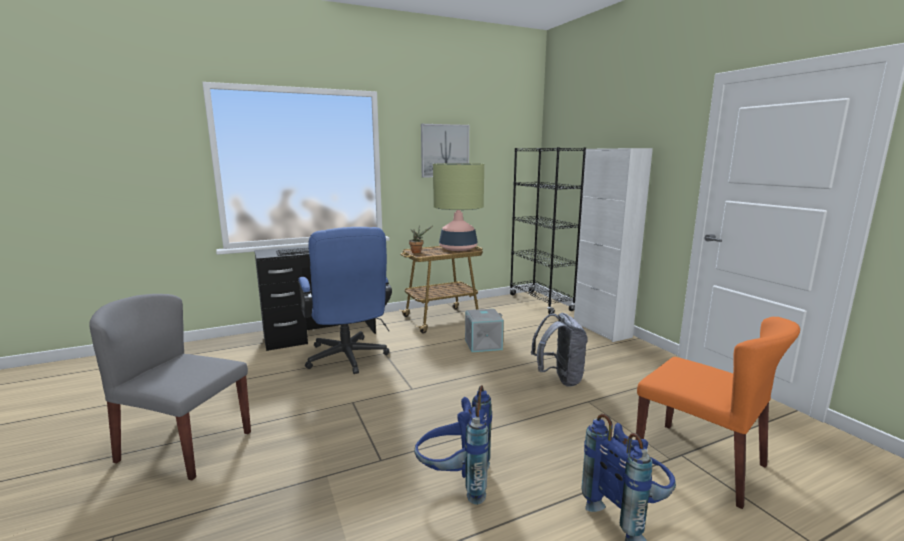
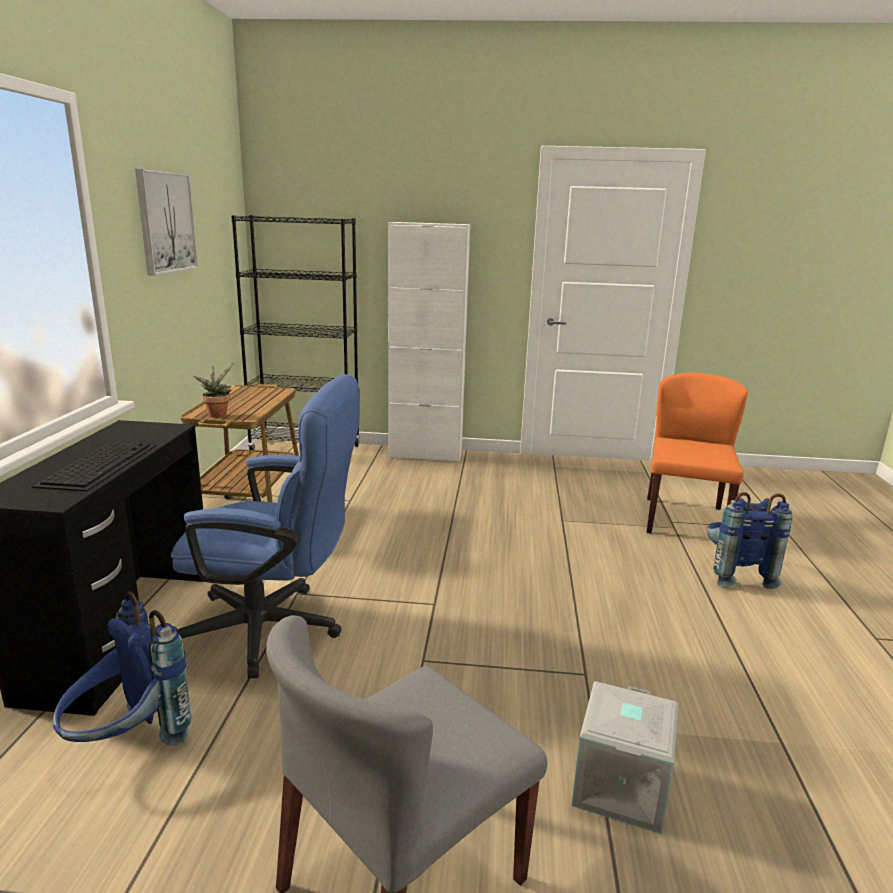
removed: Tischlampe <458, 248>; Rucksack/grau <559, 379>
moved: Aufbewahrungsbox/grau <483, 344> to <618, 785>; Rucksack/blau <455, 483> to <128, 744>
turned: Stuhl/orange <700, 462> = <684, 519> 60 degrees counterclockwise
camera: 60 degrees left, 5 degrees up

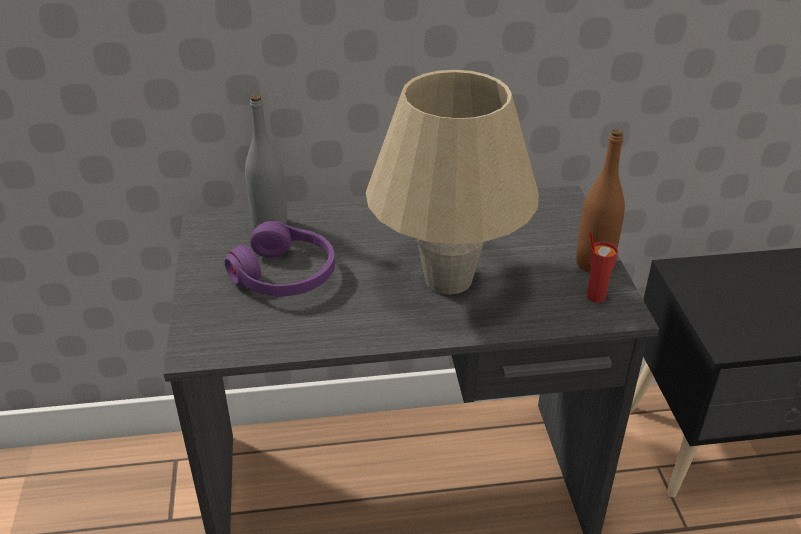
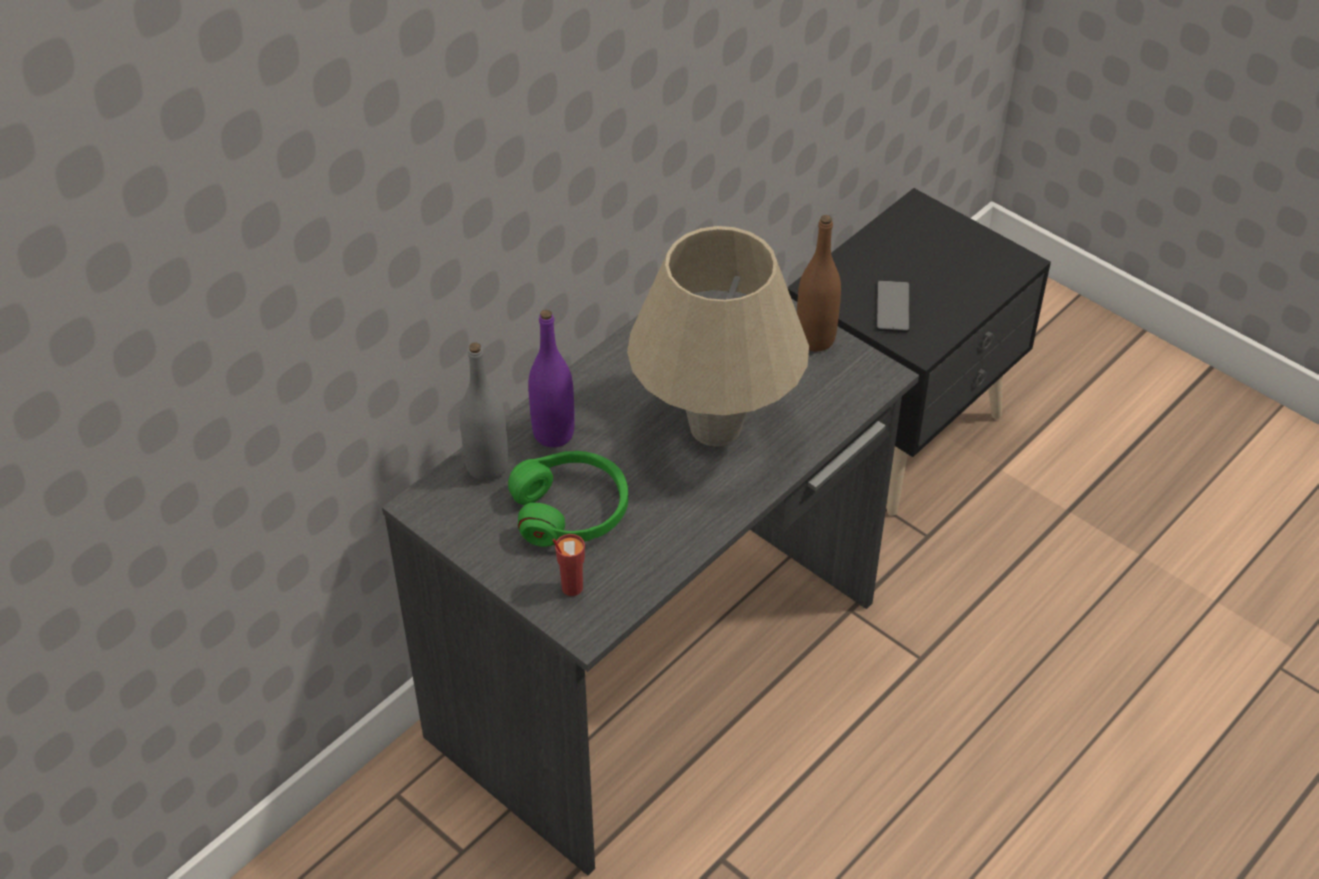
added: Handy <892, 307>; Flasche/lila <553, 434>
moved: Tasse/rot <595, 296> to <571, 587>
recoloured: Kopfhörer/lila <285, 275> to Kopfhörer/grün <570, 510>
camera: 40 degrees left, 10 degrees up

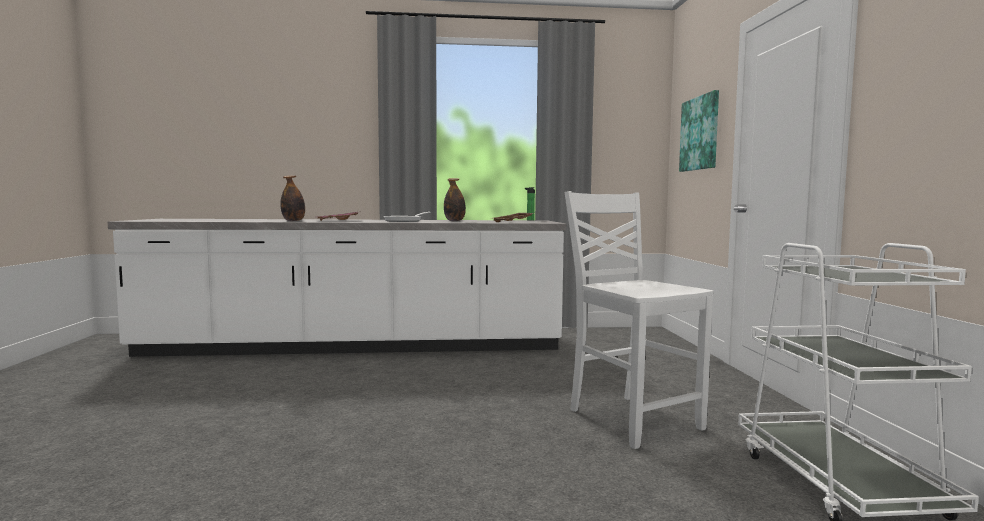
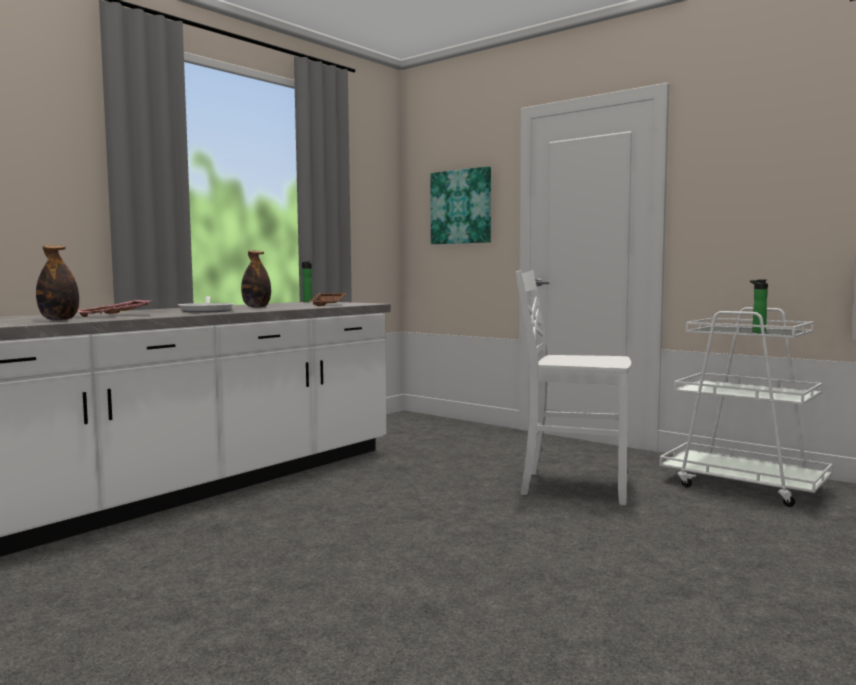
added: Flasche <757, 332>
camera: 45 degrees left, 0 degrees up

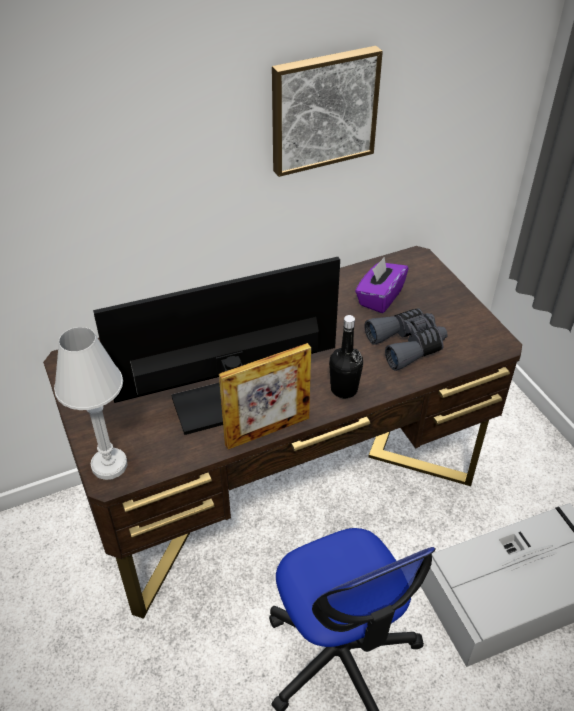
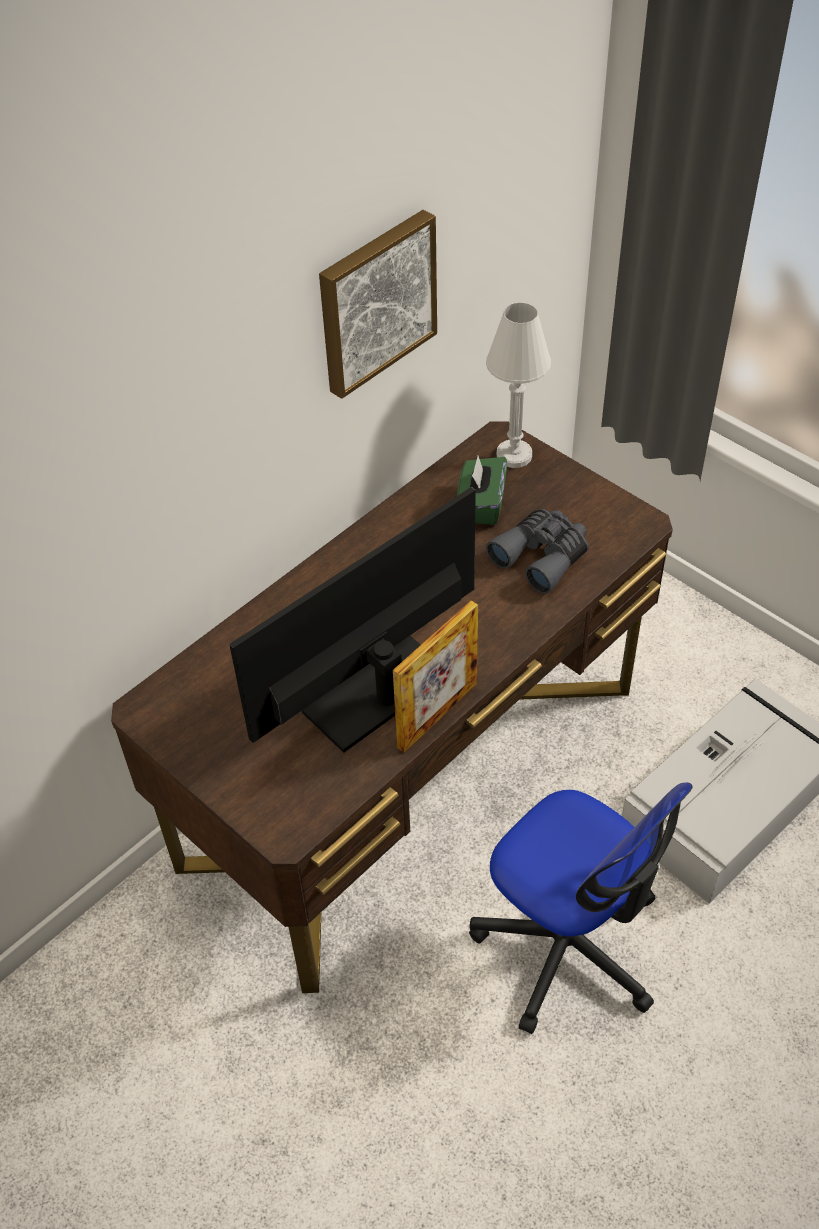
removed: Flasche/schwarz <344, 389>
moved: Tischlampe/weiß <109, 465> to <514, 456>
recoloured: Taschentuchbox/lila <379, 298> to Taschentuchbox/grün <481, 505>
camera: 20 degrees left, 5 degrees up

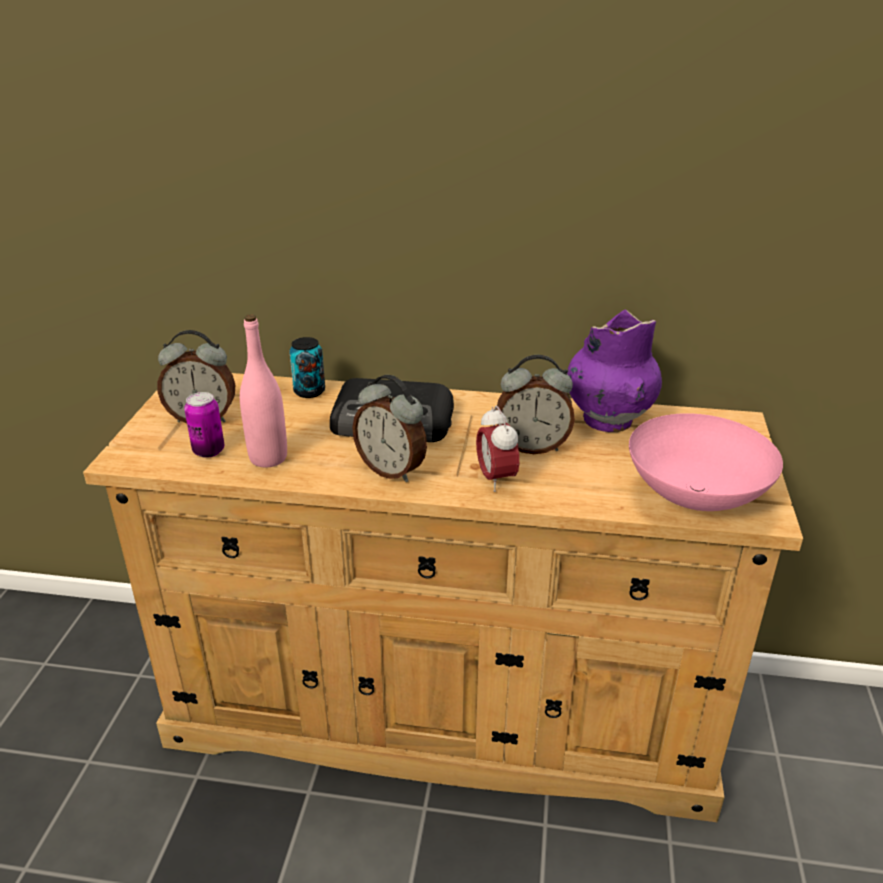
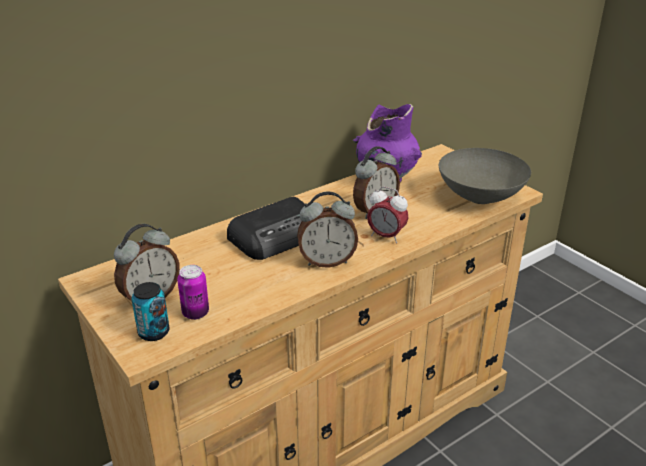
removed: Flasche/rosa <268, 458>
moved: Dose <309, 391> to <153, 332>
recoloured: Schüssel/rosa <694, 497> to Schüssel/grau <480, 198>
camera: 45 degrees left, 0 degrees up

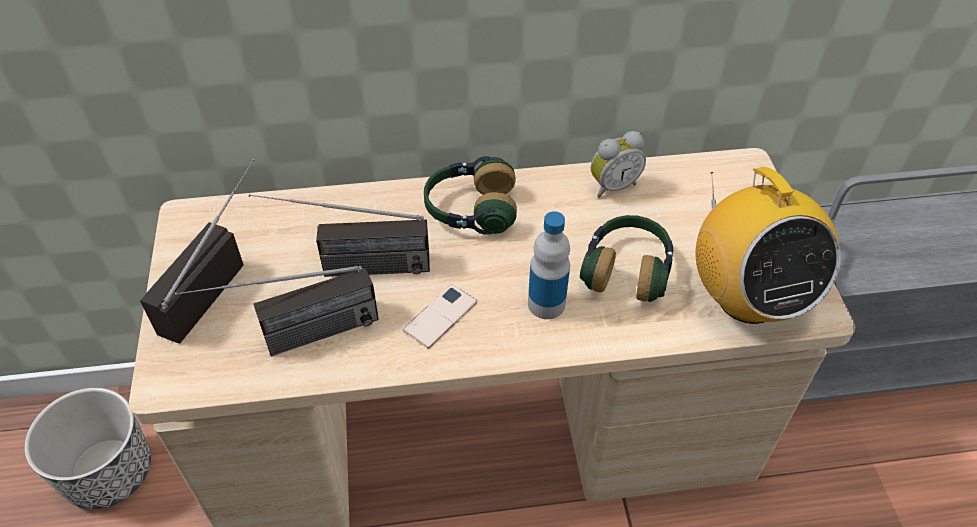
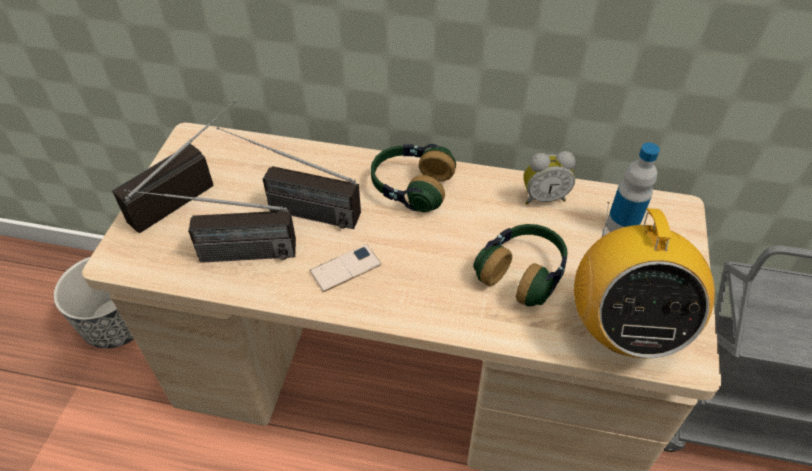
moved: Flasche <546, 304> to <622, 226>
camera: 20 degrees right, 0 degrees up

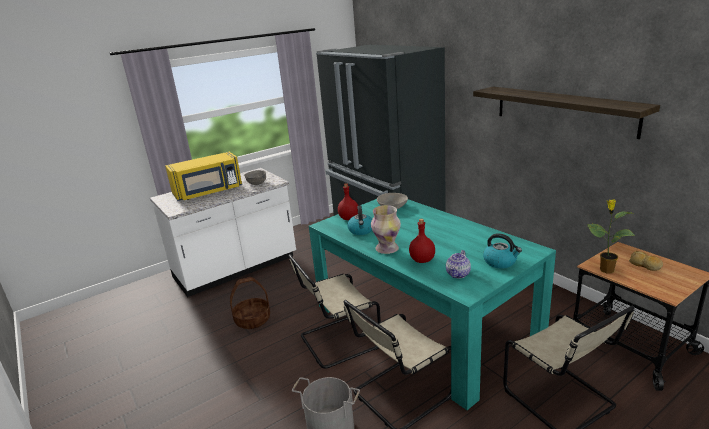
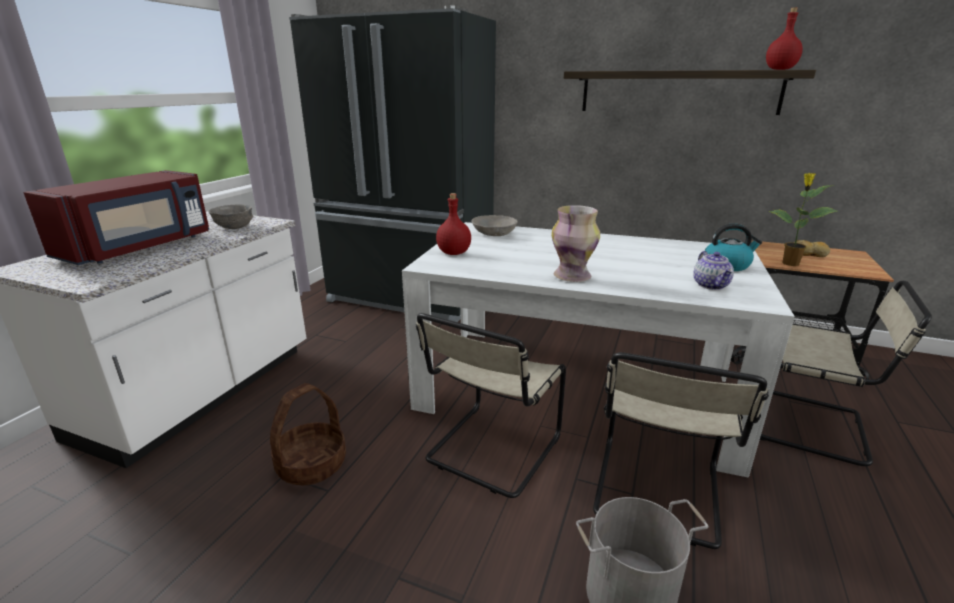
removed: Wasserkessel <361, 230>
moved: Flasche/rot <422, 260> to <780, 69>
recoloured: Mikrowelle/gelb <208, 192> to Mikrowelle/rot <140, 247>; Esstisch/türkis <423, 323> to Esstisch/weiß <576, 389>
camera: 35 degrees left, 0 degrees up

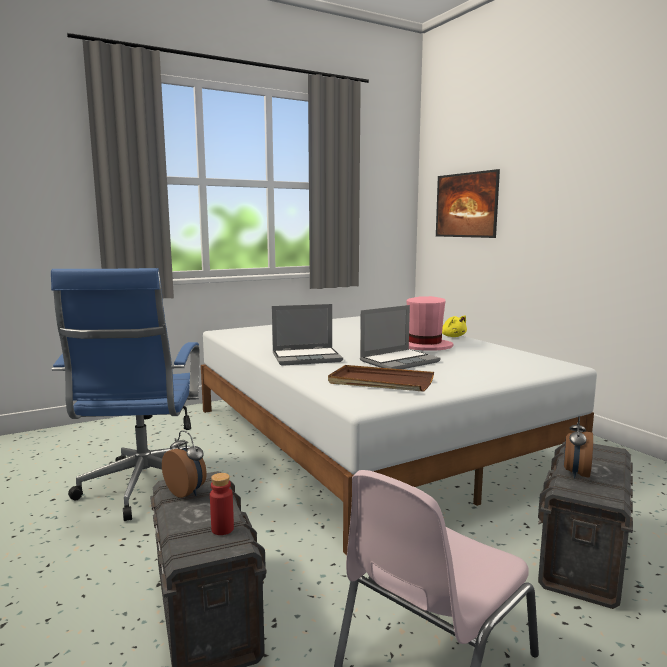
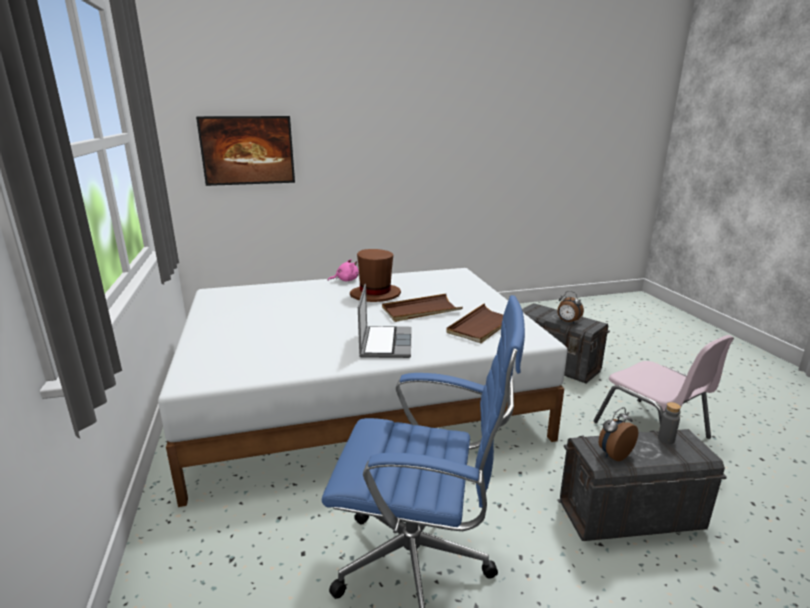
replaced: Laptop <399, 361> to Tablett/braun <421, 310>
recoloured: Hut/rosa <424, 346> to Hut/braun <375, 295>; Plüschtier/gelb <452, 336> to Plüschtier/rosa <346, 280>; Flasche/rot <222, 529> to Flasche/grau <666, 439>
camera: 75 degrees left, 10 degrees up

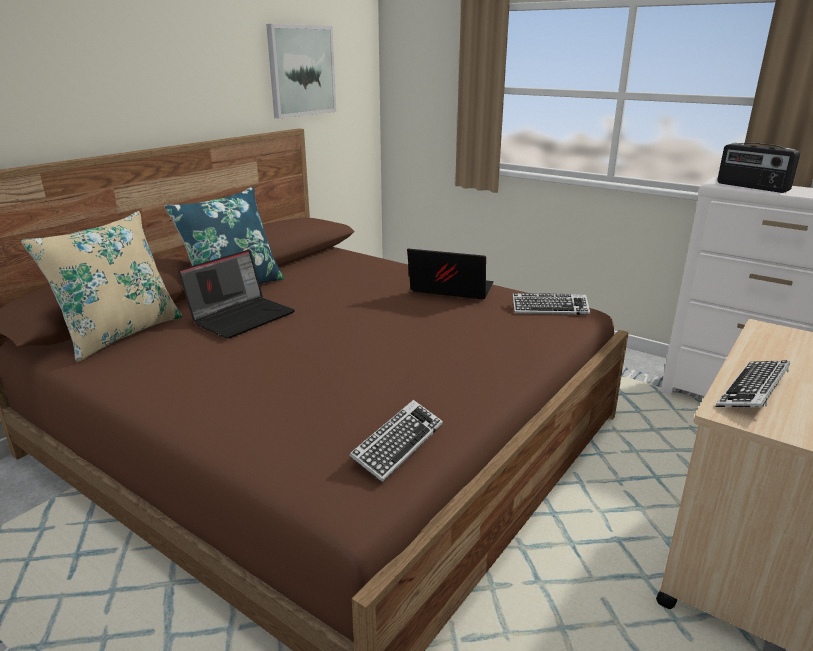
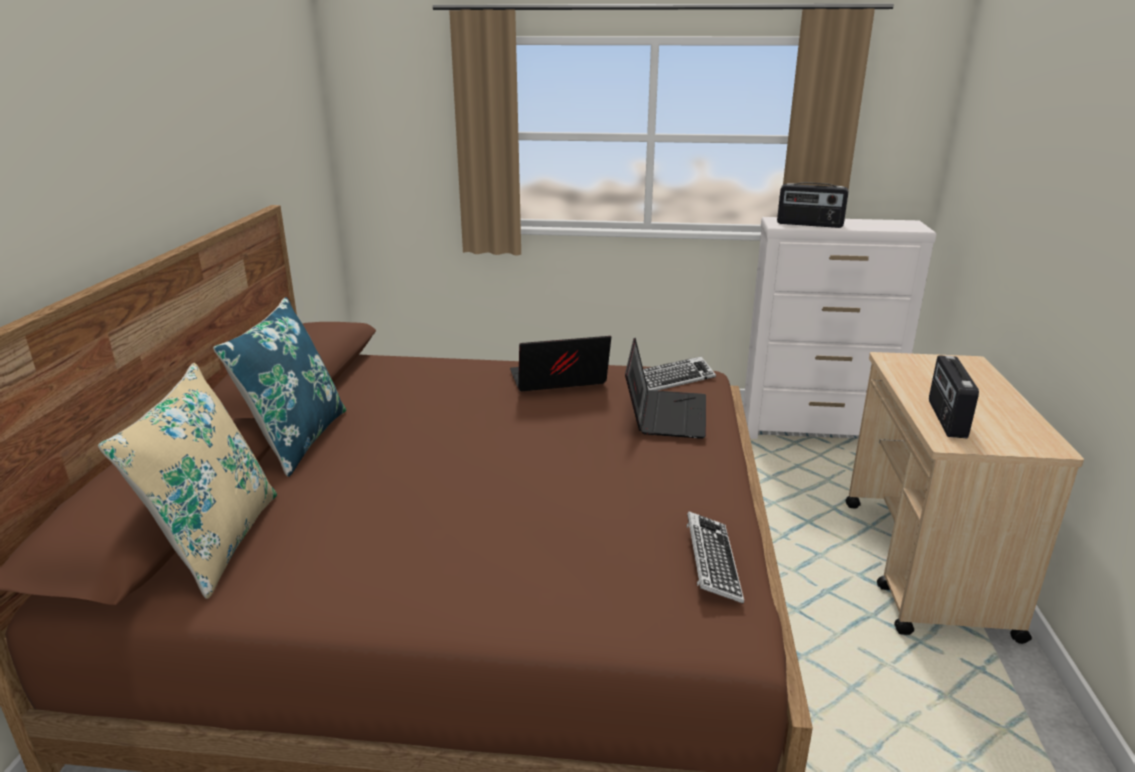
removed: Bild <301, 71>
moved: Laptop <242, 316> to <664, 414>
replaced: Tastatur <753, 391> to Radio <945, 418>
camera: 30 degrees left, 0 degrees up

